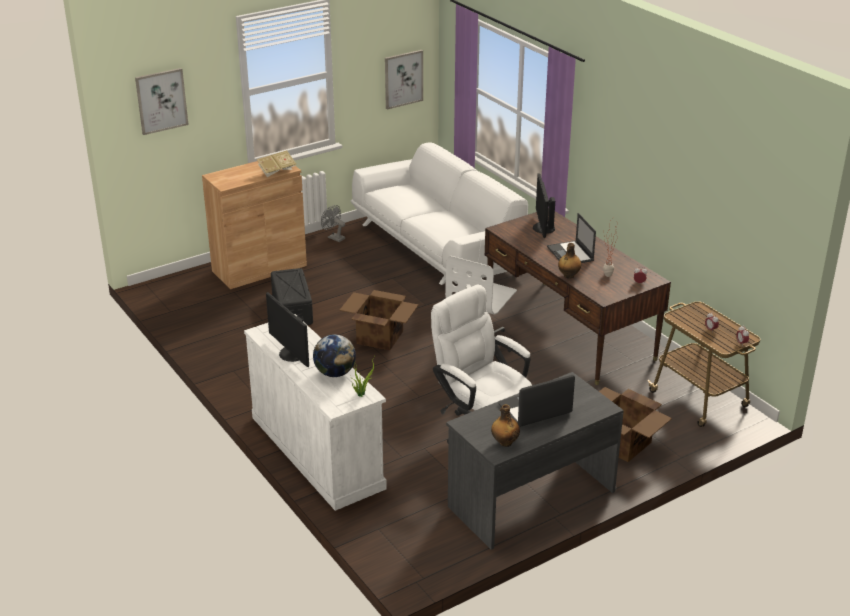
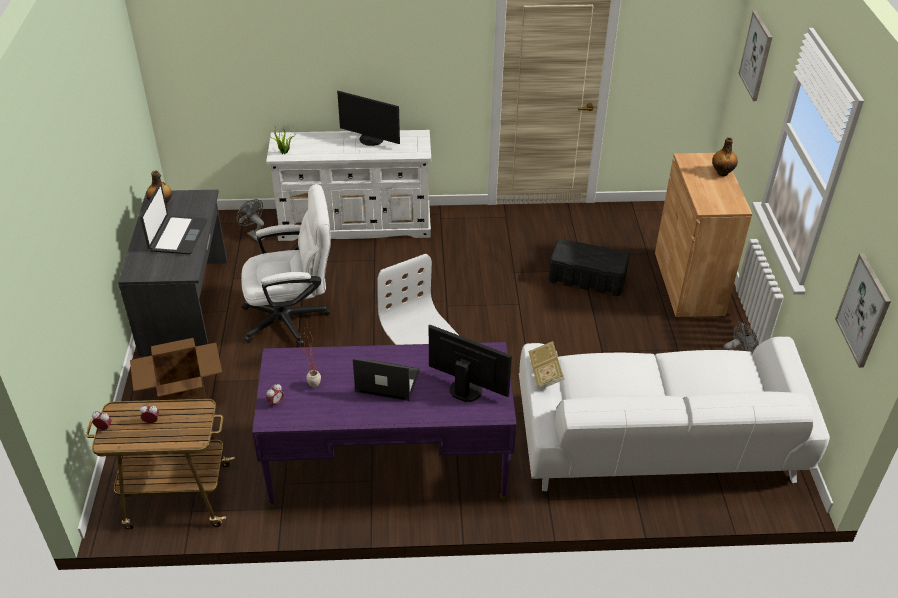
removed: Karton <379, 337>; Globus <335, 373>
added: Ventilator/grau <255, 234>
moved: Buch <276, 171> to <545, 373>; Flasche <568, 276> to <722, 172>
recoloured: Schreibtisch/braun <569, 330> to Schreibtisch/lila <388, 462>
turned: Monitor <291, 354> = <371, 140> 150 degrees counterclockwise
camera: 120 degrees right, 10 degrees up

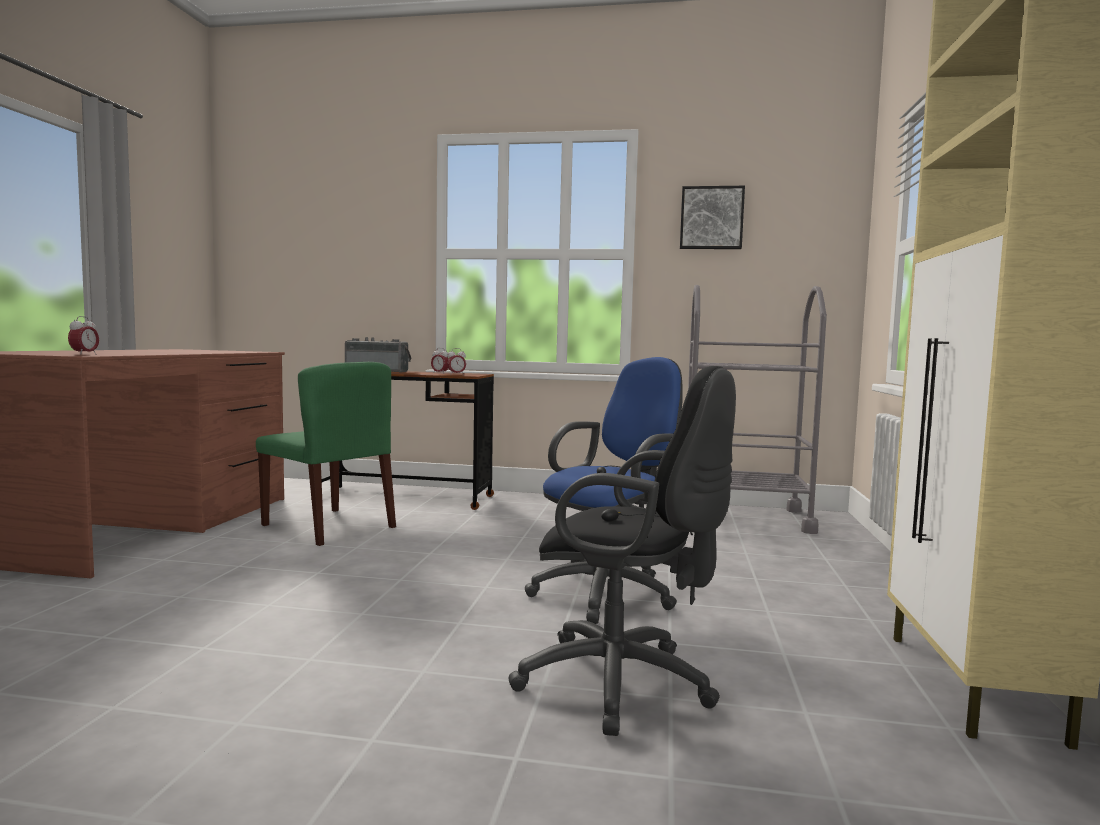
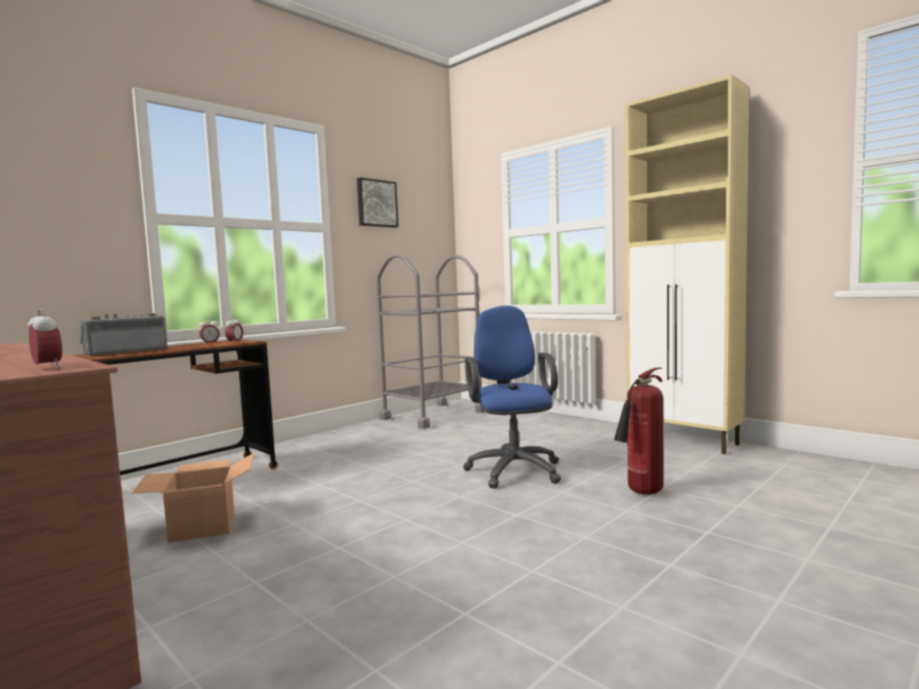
replaced: Stuhl/grün <329, 526> to Karton <203, 526>; Bürostuhl/schwarz <625, 685> to Feuerlöscher <642, 493>
camera: 55 degrees left, 0 degrees up

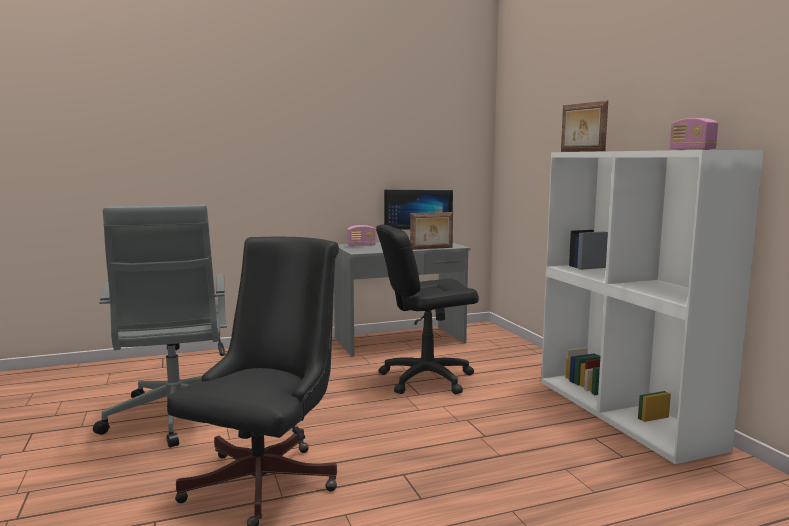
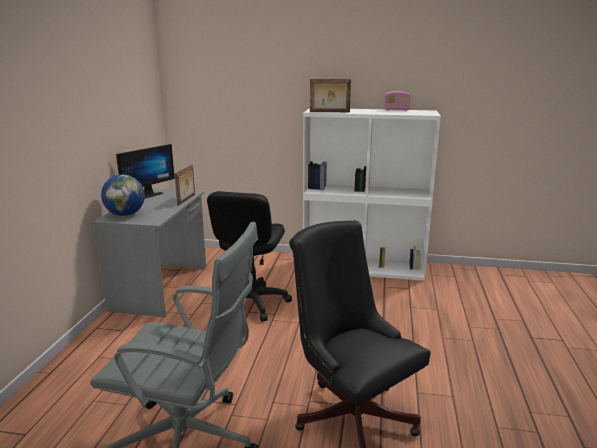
replaced: Radio <361, 245> to Globus <125, 214>
camera: 60 degrees left, 10 degrees up

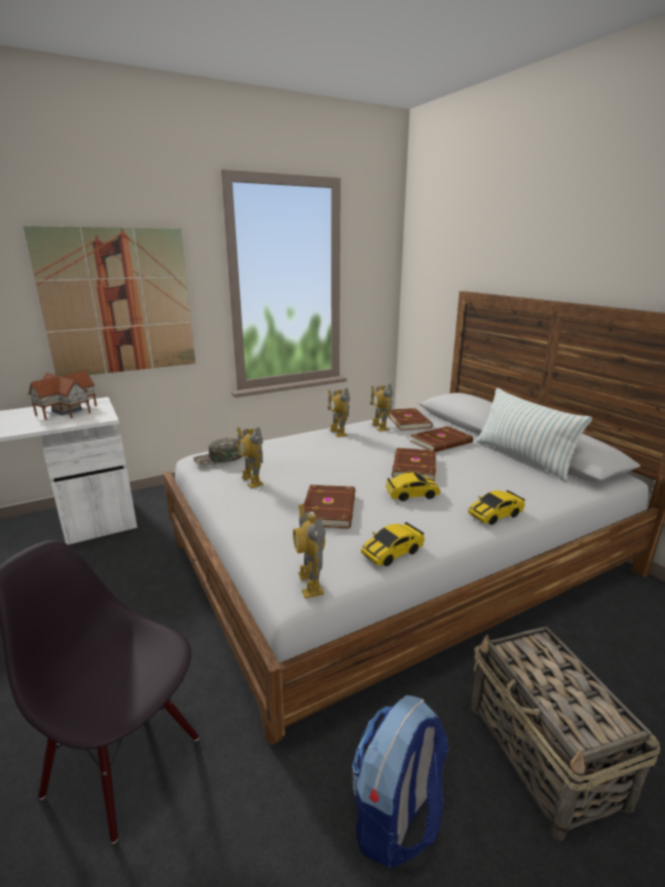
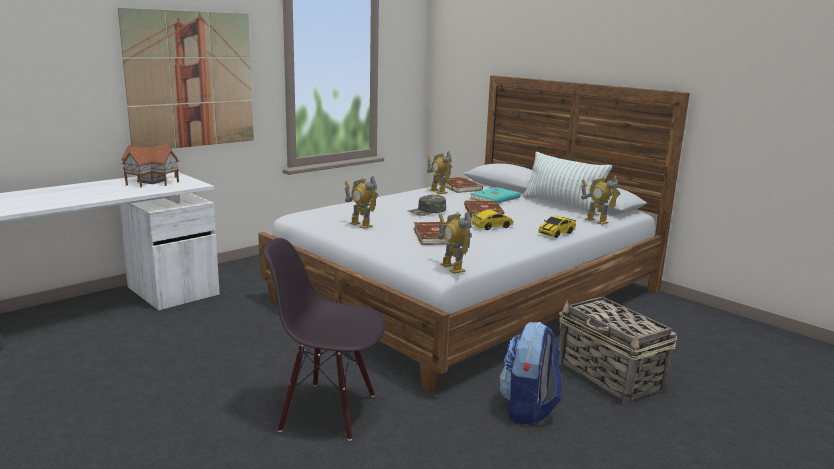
removed: Spielzeugauto <392, 552>
moved: Spielzeugroboter <338, 432> to <596, 221>; Kappe/grün <219, 458> to <427, 211>
recoloured: Buch/braun <442, 442> to Buch/türkis <496, 198>
camera: 15 degrees left, 5 degrees down

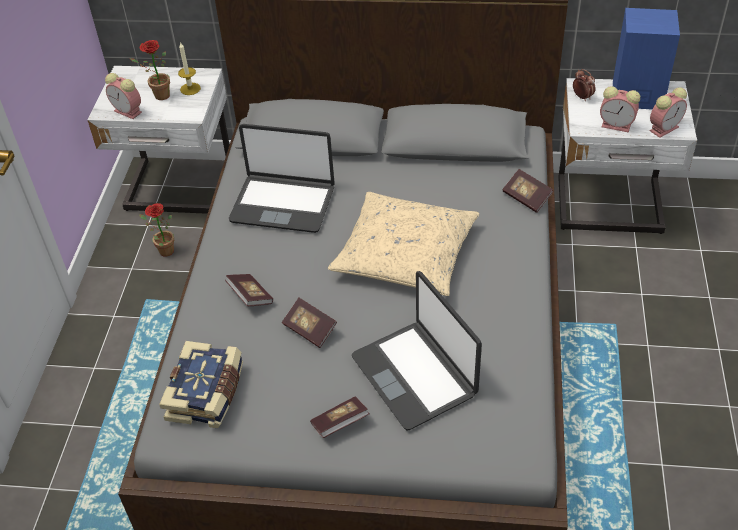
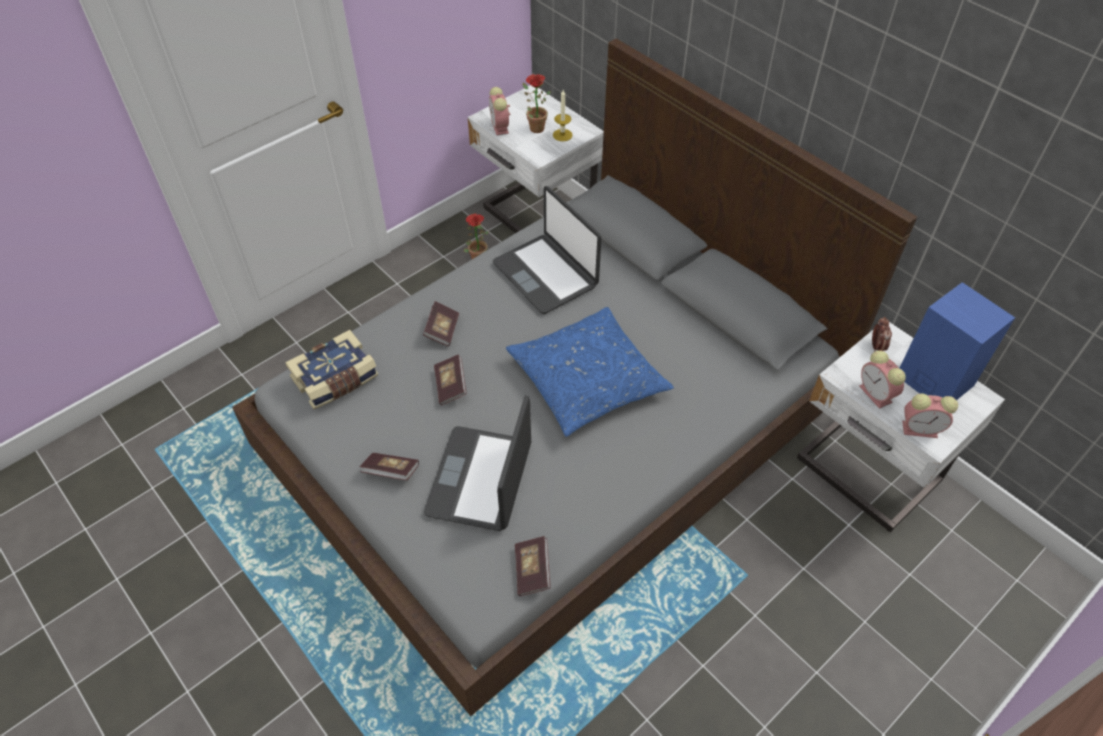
moved: Buch <526, 198> to <532, 571>
recoloured: Kissen/beige <405, 254> to Kissen/blau <587, 379>
camera: 40 degrees right, 5 degrees up

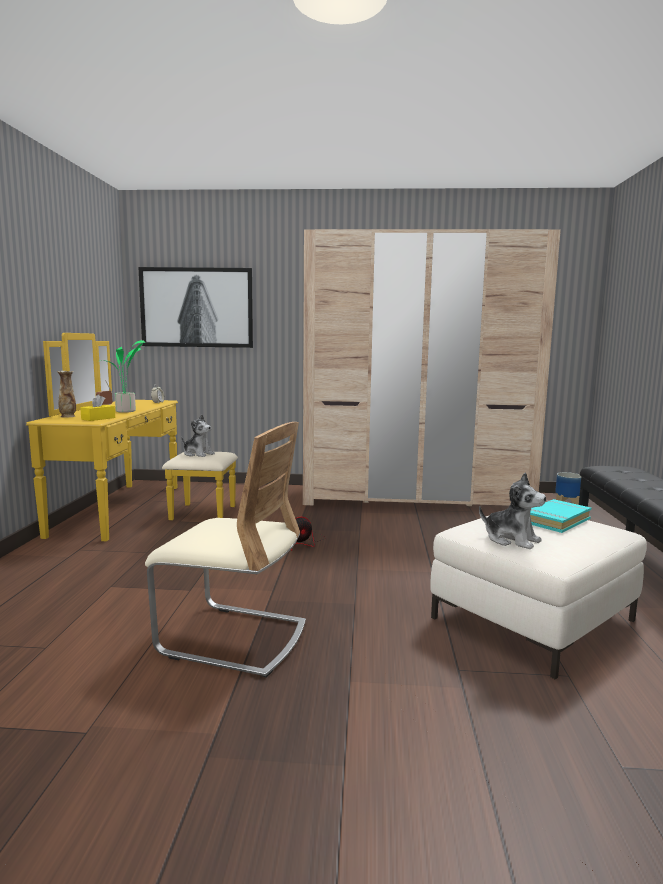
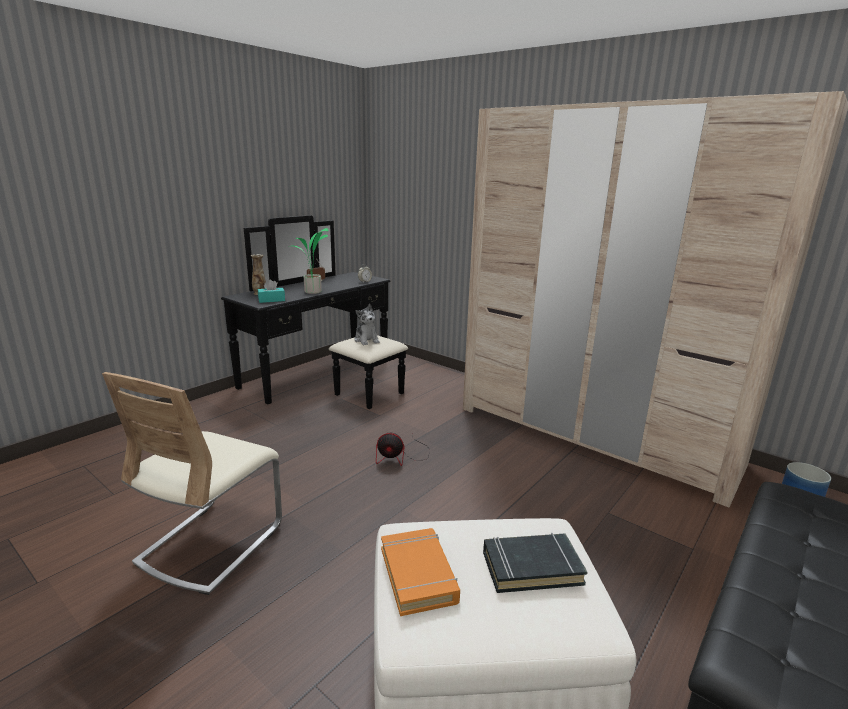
removed: Bild <197, 307>
replaced: Plüschtier <511, 539> to Buch/orange <418, 575>
recoloured: Kommode/gelb <138, 510> to Kommode/schwarz <328, 377>; Taschentuchbox/gelb <98, 418> to Taschentuchbox/türkis <271, 300>; Buch/türkis <555, 520> to Buch/schwarz <531, 567>
turned: Stuhl/beige <233, 638> = <211, 543> 60 degrees clockwise
camera: 35 degrees right, 10 degrees up

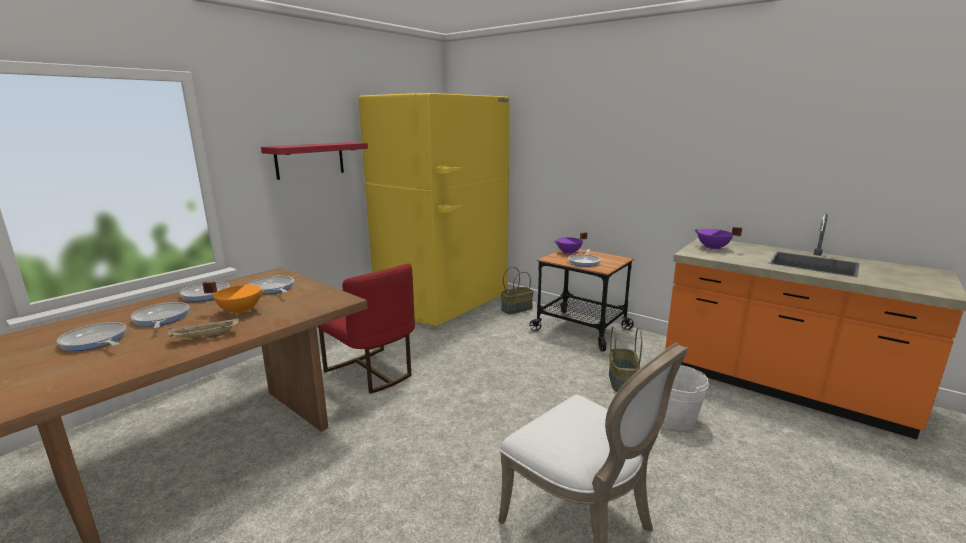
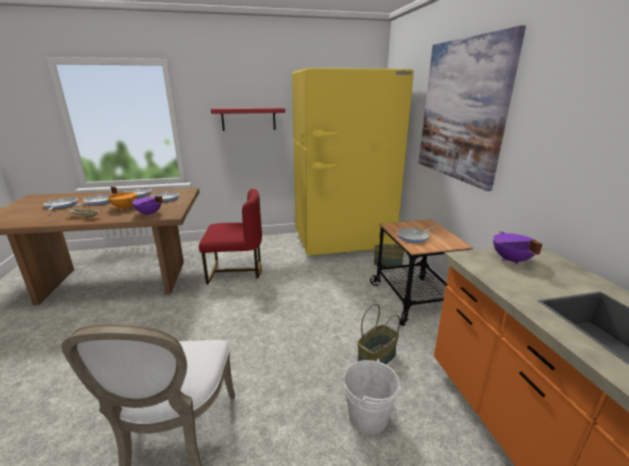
added: Bild <461, 111>
moved: Kochtopf/lila <569, 253> to <149, 214>
turned: Stuhl/rot <372, 372> = <235, 271> 90 degrees counterclockwise
camera: 40 degrees right, 5 degrees up

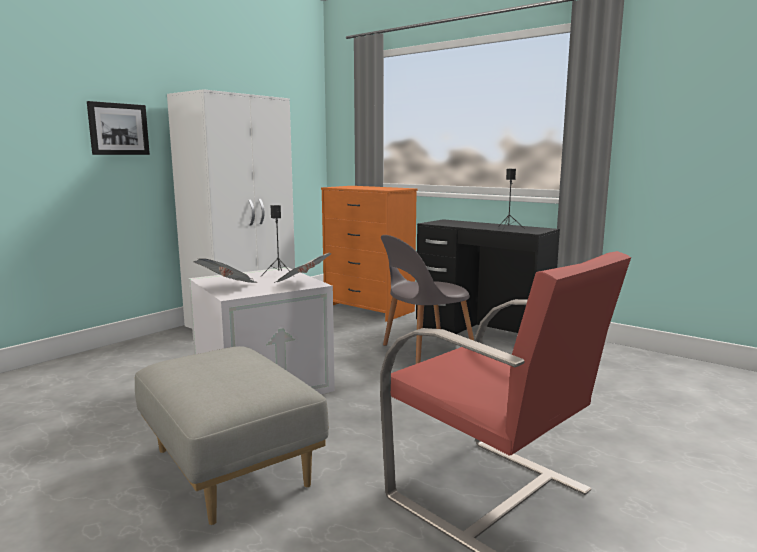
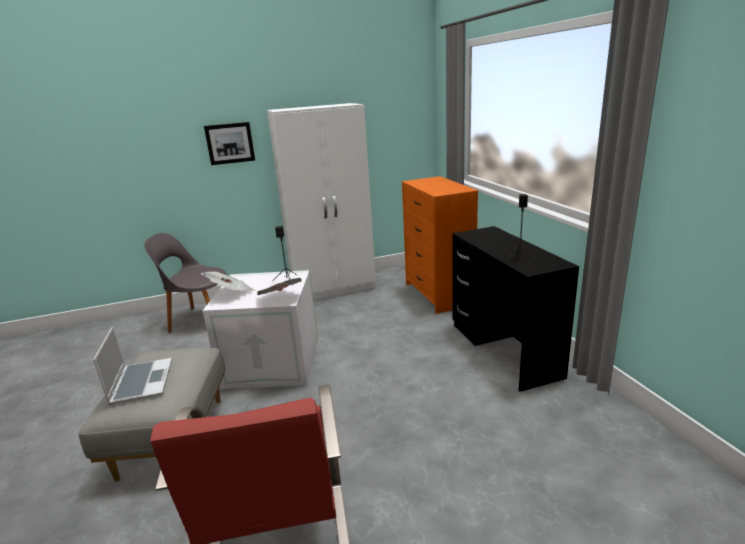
added: Laptop <141, 382>
moved: Stuhl/grau <424, 350> to <201, 319>
camera: 35 degrees right, 10 degrees up

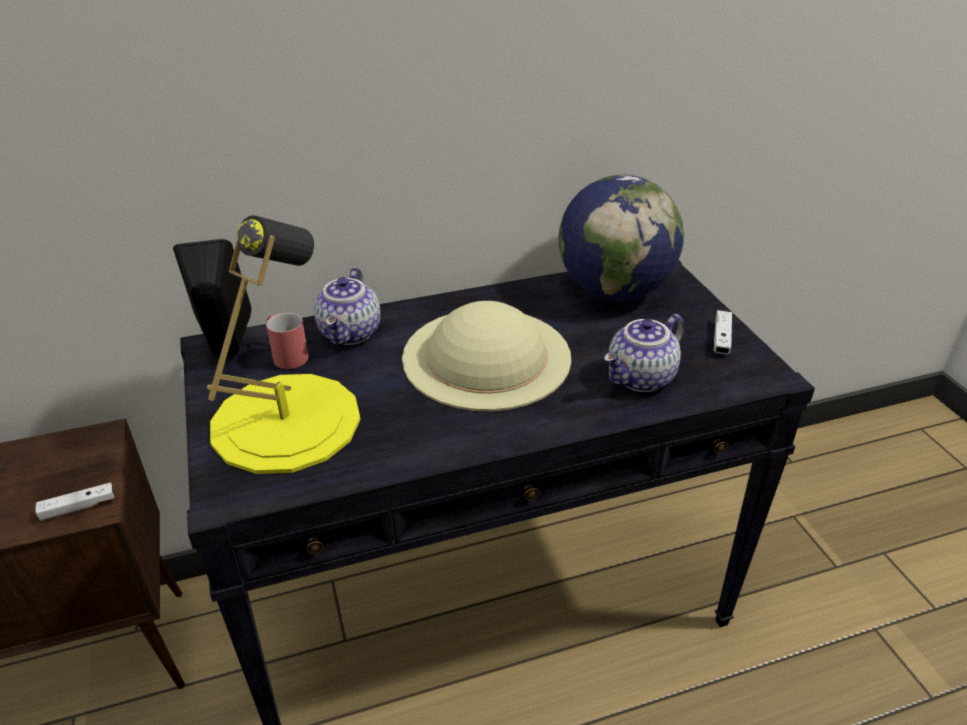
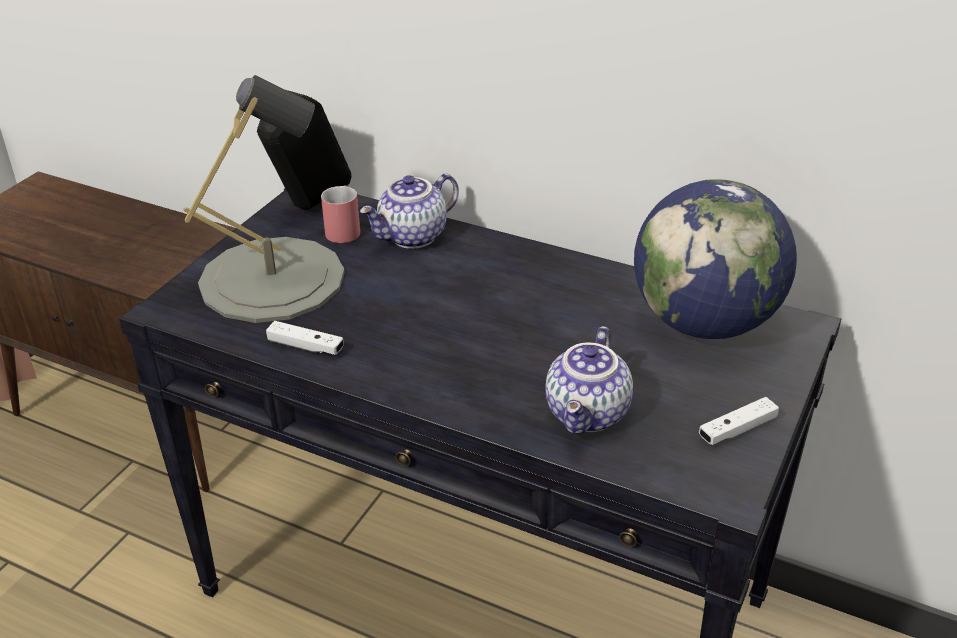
removed: Hut/beige <486, 356>
moved: Gamepad/weiß <78, 507> to <305, 346>
recoloured: Tischlampe/gelb <285, 421> to Tischlampe/grau <272, 279>
turned: Teekanne <641, 379> = <589, 414> 75 degrees counterclockwise
camera: 45 degrees right, 0 degrees up

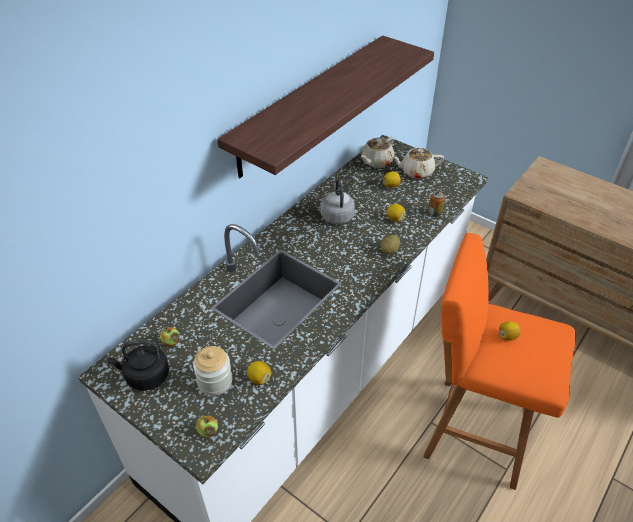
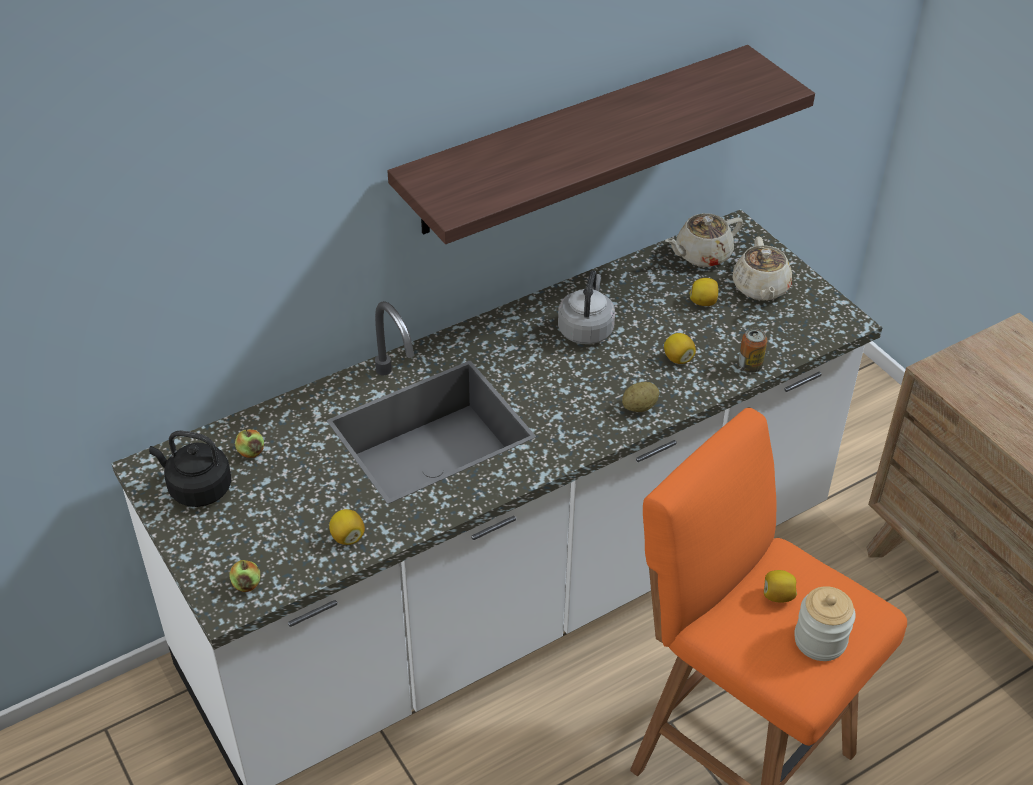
moved: Vorratsglas <215, 381> to <820, 640>
turned: Teekanne/beige <416, 171> = <760, 288> 105 degrees counterclockwise
camera: 20 degrees right, 0 degrees up

